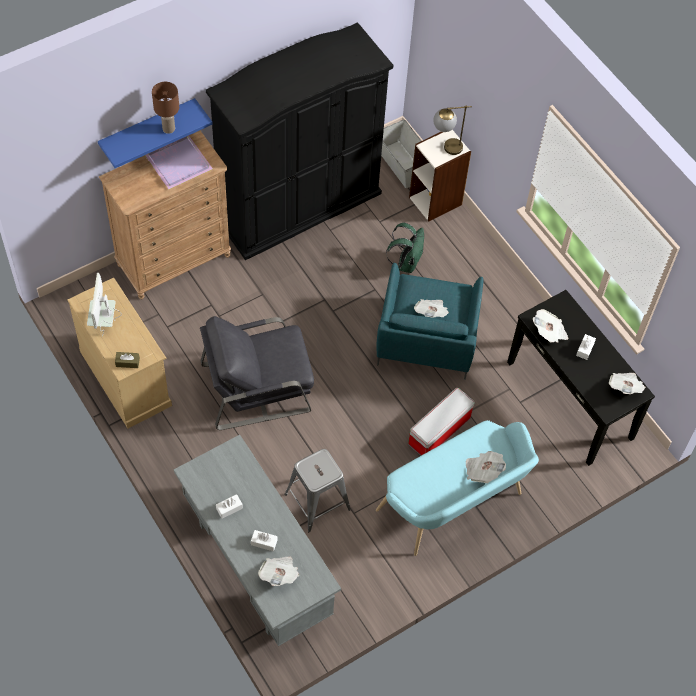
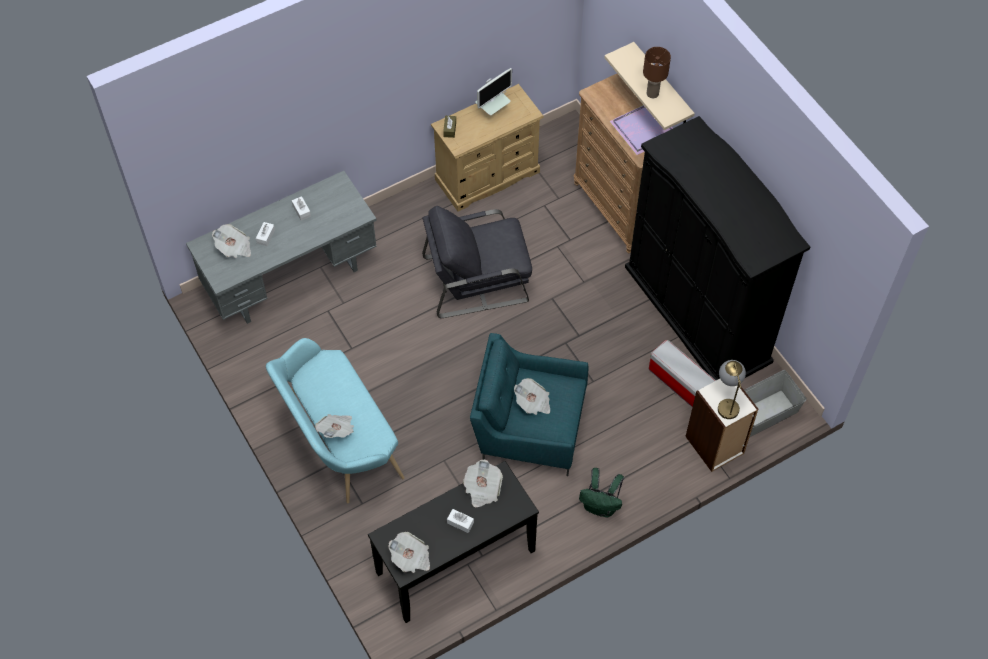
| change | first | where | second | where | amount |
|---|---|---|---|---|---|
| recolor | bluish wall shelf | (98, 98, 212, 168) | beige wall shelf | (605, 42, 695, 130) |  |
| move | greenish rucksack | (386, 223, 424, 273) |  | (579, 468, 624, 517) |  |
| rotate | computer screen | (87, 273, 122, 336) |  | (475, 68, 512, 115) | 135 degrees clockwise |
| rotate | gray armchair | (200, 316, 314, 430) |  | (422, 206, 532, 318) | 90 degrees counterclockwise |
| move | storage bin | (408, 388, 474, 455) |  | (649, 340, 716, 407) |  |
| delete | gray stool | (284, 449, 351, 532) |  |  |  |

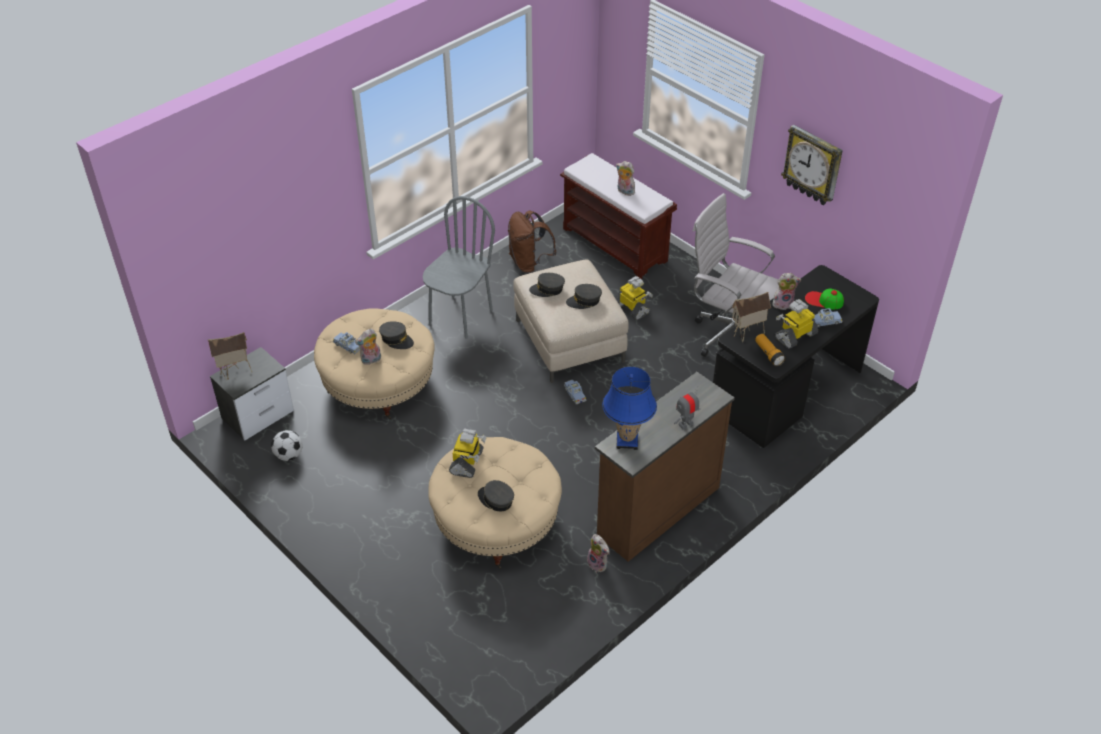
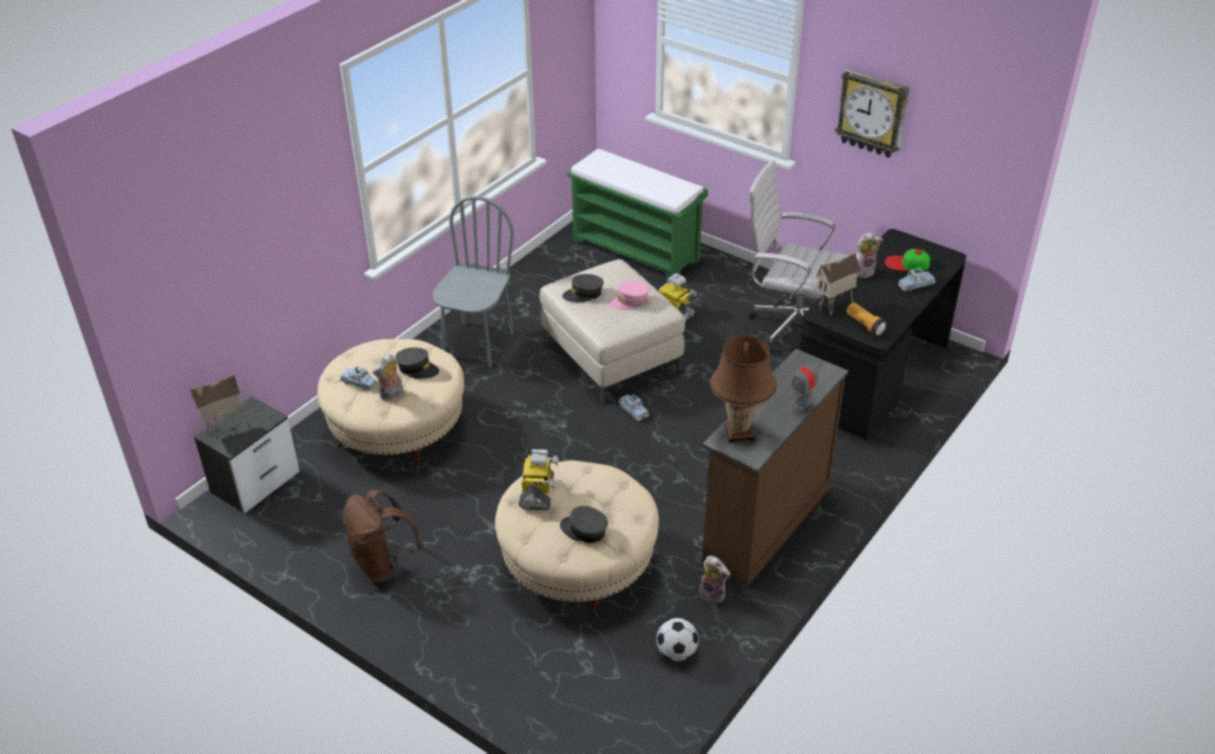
| change | first | where | second | where | amount |
|---|---|---|---|---|---|
| recolor | brown-coloured indoor bench | (560, 153, 677, 279) | greenish indoor bench | (567, 149, 708, 278) |  |
| delete | plush toy | (616, 161, 635, 196) |  |  |  |
| move | brown-coloured rucksack | (508, 210, 557, 273) |  | (343, 489, 422, 582) |  |
| recolor | gray cap | (566, 284, 602, 309) | pinkish cap | (609, 281, 650, 310) |  |
| delete | toy robot | (775, 299, 818, 349) |  |  |  |
| recolor | bluish table lamp | (602, 367, 657, 450) | brown-coloured table lamp | (710, 336, 777, 443) |  |
| move | ball for football | (271, 430, 303, 461) |  | (656, 618, 699, 661) |  |

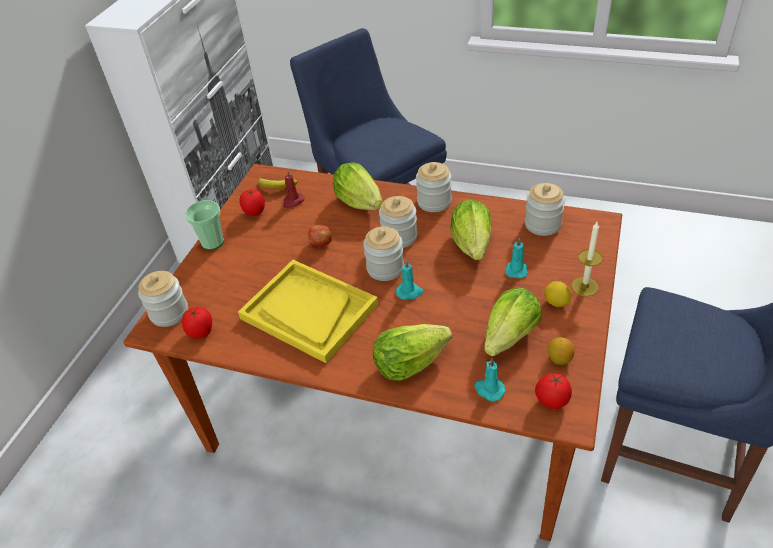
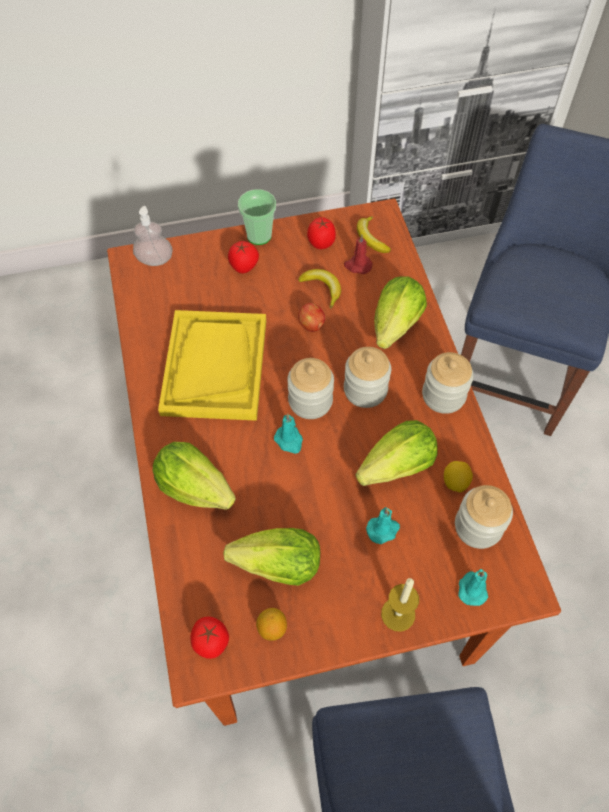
| change | first | where | second | where | amount |
|---|---|---|---|---|---|
| replace | jar | (138, 271, 188, 327) | liquid soap bottle | (133, 206, 173, 266) |  |
| move | citrus fruit | (544, 281, 571, 307) |  | (444, 461, 473, 493) |  |
| move | tomato | (182, 307, 212, 339) |  | (228, 241, 259, 273) |  |
| move | blue-green candle | (474, 358, 506, 401) |  | (458, 569, 488, 606) |  |
| insert |  |  | banana fruit | (298, 269, 341, 309) |  |

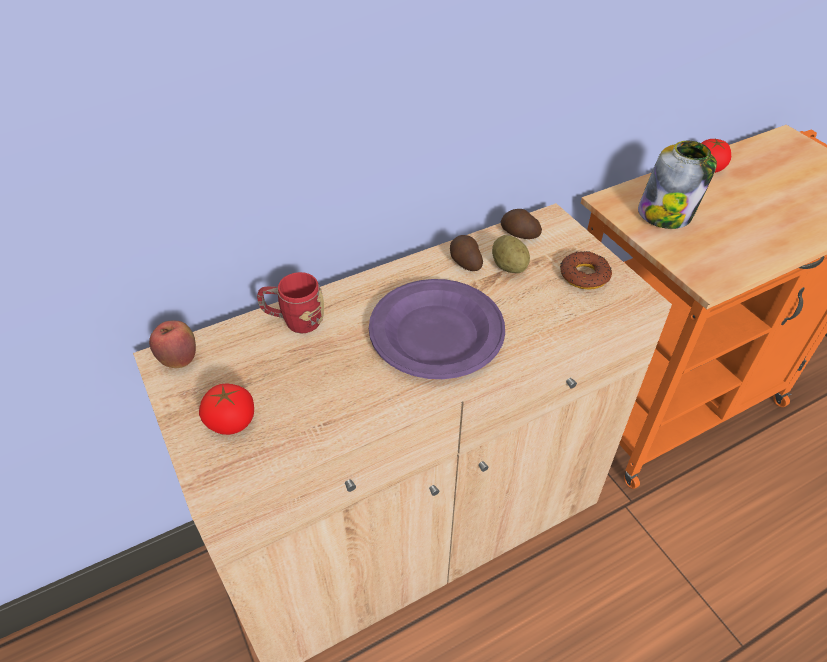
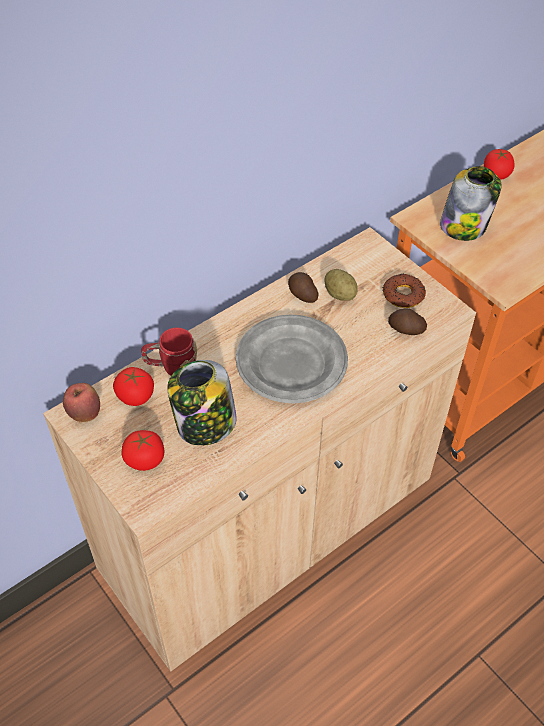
| change | first | where | second | where | amount |
|---|---|---|---|---|---|
| move | potato | (501, 209, 542, 239) |  | (388, 308, 427, 335) |  |
| recolor | purplish dinner plate | (369, 279, 505, 379) | gray dinner plate | (236, 315, 348, 403) |  |
| insert |  |  | jar | (167, 360, 237, 446) |  |
| insert |  |  | tomato | (113, 367, 154, 406) |  |

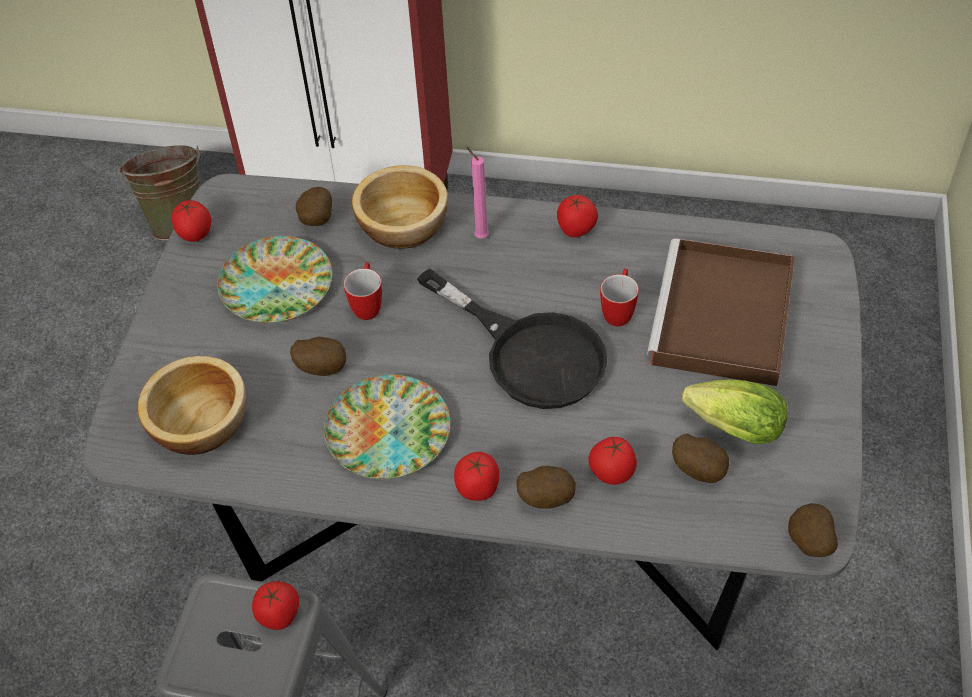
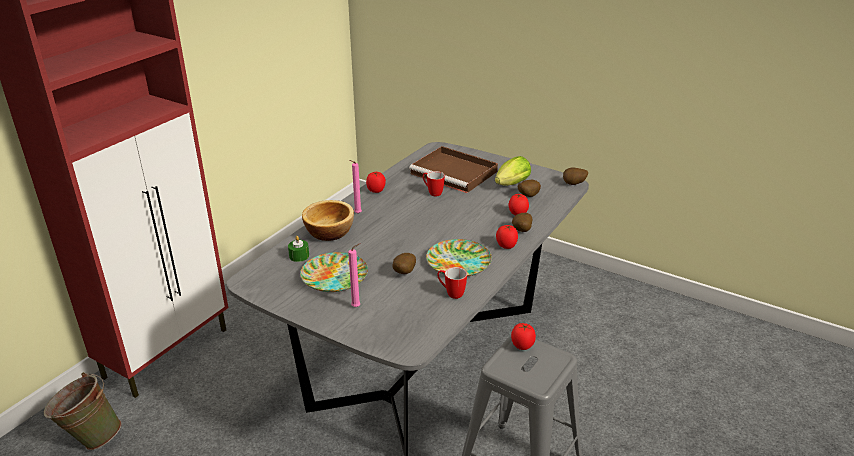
| change | first | where | second | where | amount |
|---|---|---|---|---|---|
| replace | potato | (296, 187, 332, 226) | greenish candle | (288, 236, 309, 262) |  |
| delete | tomato | (172, 200, 211, 242) |  |  |  |
| move | mug | (343, 262, 382, 320) |  | (437, 267, 467, 299) |  |
| delete | black frying pan | (417, 268, 608, 409) |  |  |  |
| delete | bowl | (137, 356, 246, 455) |  |  |  |
| insert |  |  | pinkish candle | (348, 243, 360, 307) |  |

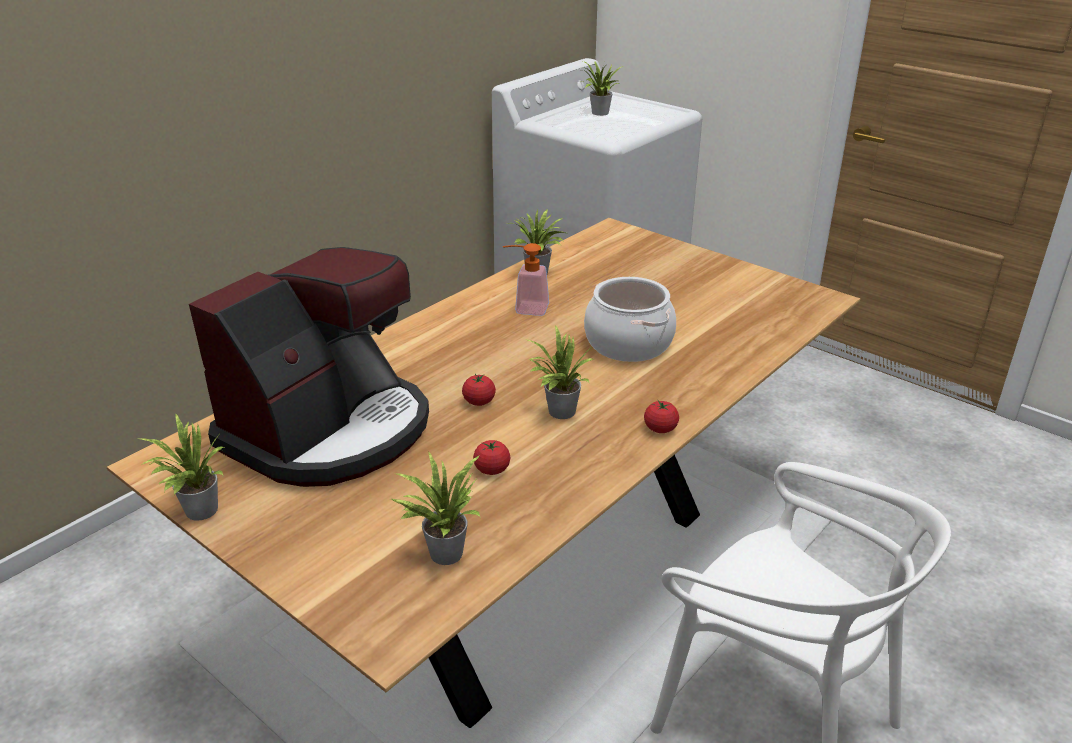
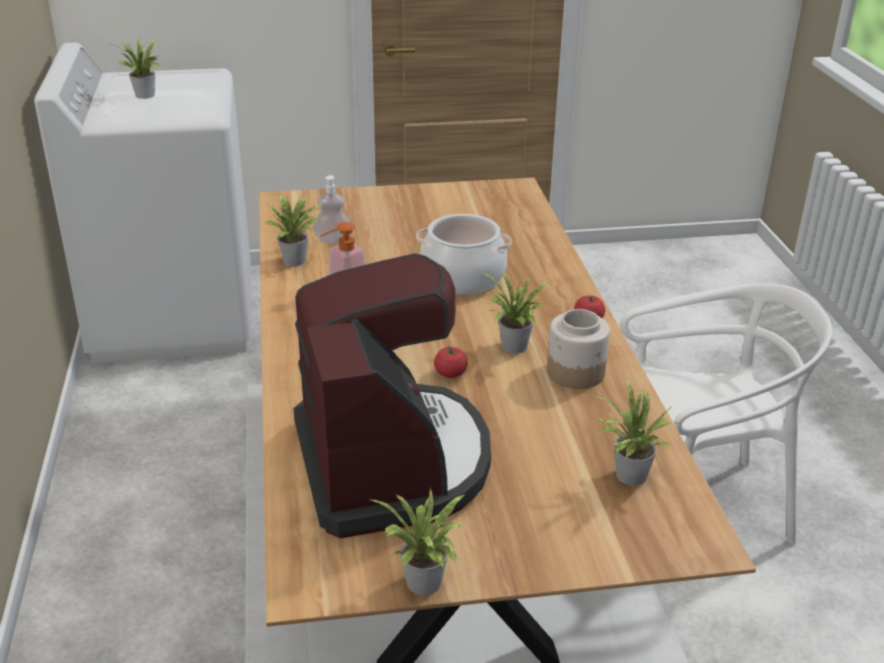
| change | first | where | second | where | amount |
|---|---|---|---|---|---|
| delete | tomato | (473, 440, 510, 475) |  |  |  |
| insert |  |  | liquid soap bottle | (313, 175, 351, 243) |  |
| insert |  |  | jar | (547, 309, 610, 389) |  |

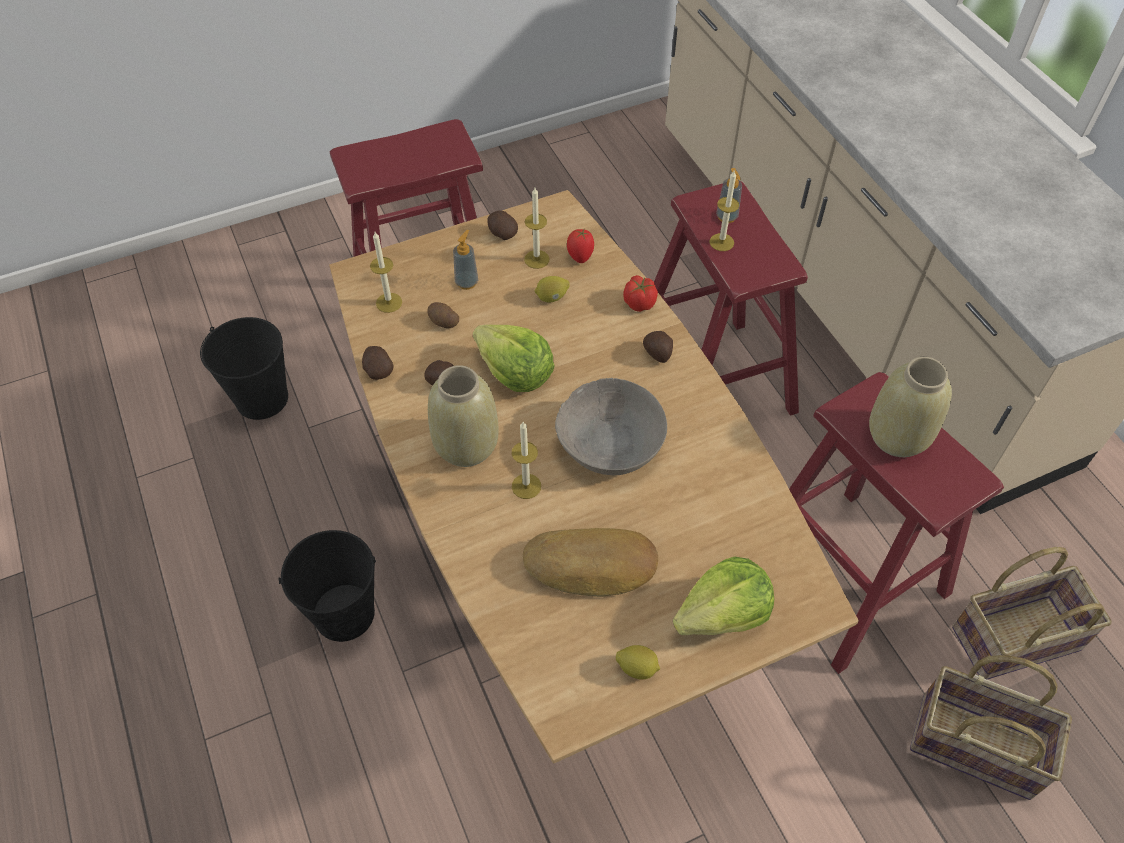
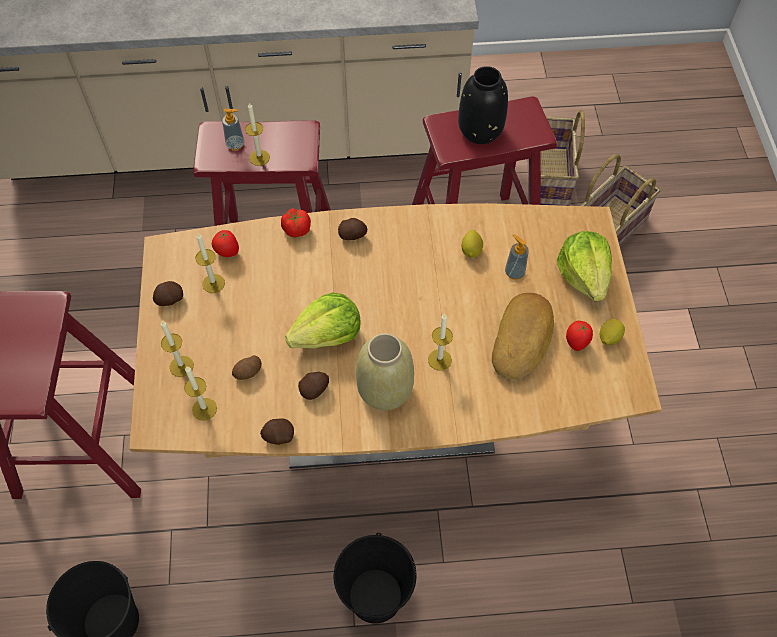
| change | first | where | second | where | amount |
|---|---|---|---|---|---|
| move | liquid soap bottle | (453, 230, 478, 290) |  | (505, 234, 529, 280) |  |
| move | citrus fruit | (535, 276, 570, 303) |  | (462, 230, 483, 258) |  |
| recolor | beige flower vase | (869, 357, 952, 457) | black flower vase | (458, 66, 508, 144) |  |
| delete | gray bowl | (555, 378, 667, 475) |  |  |  |
| insert |  |  | candle | (161, 321, 194, 377) |  |
| insert |  |  | tomato | (566, 321, 593, 351) |  |

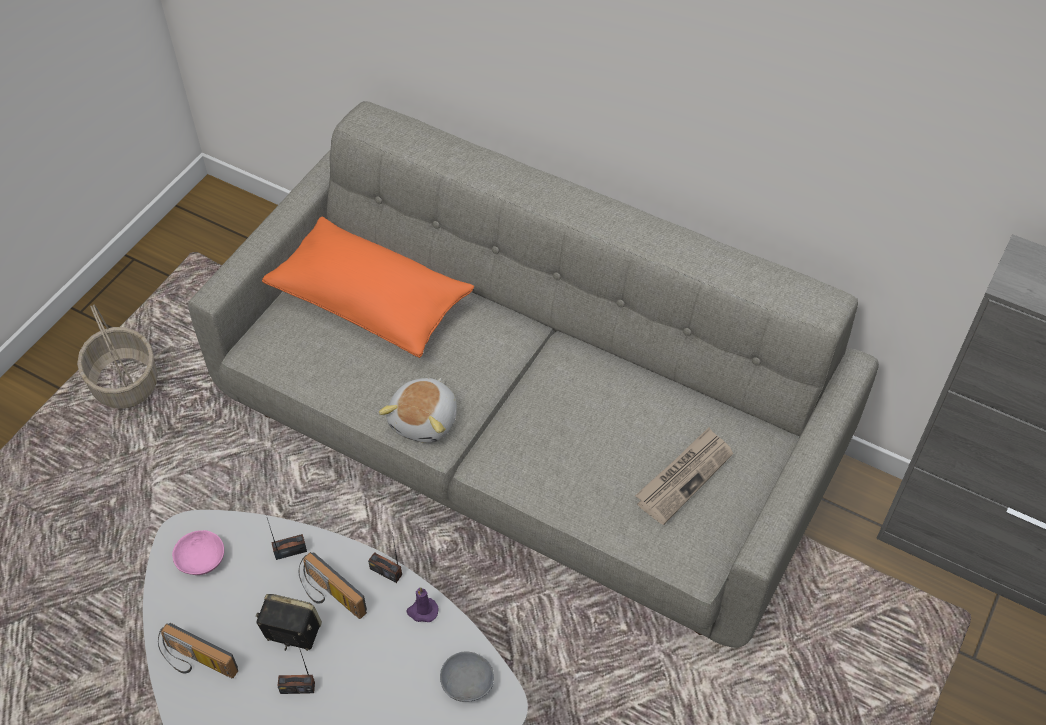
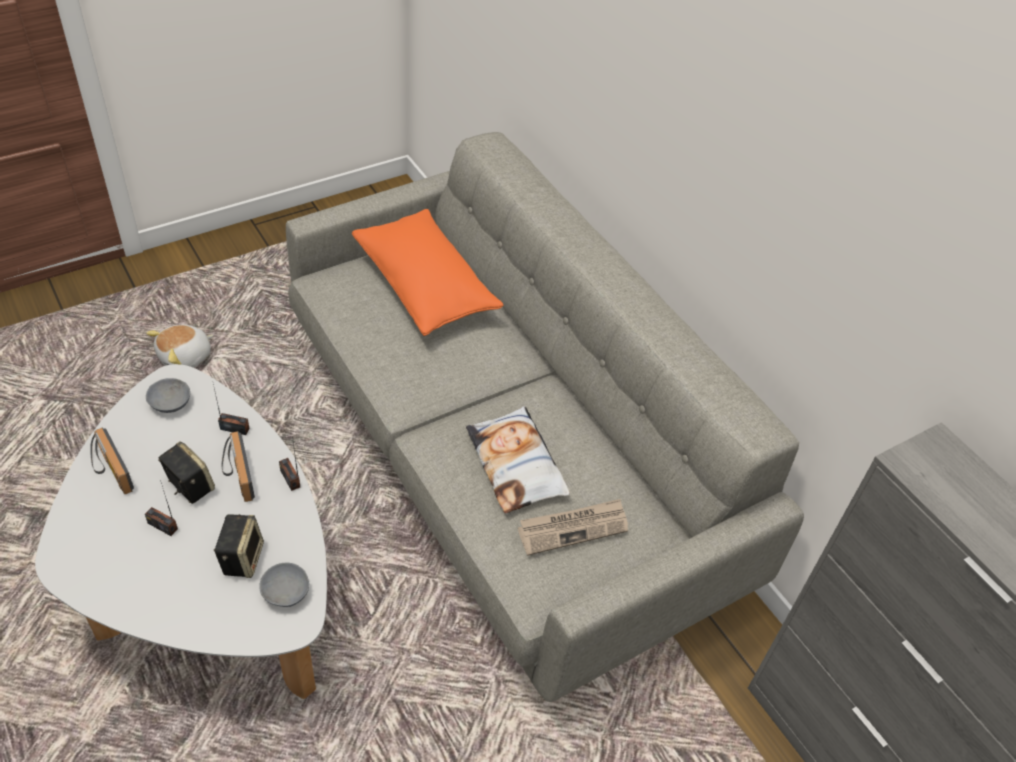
| change | first | where | second | where | amount |
|---|---|---|---|---|---|
| delete | household basket | (77, 305, 158, 409) |  |  |  |
| move | plush toy | (379, 378, 457, 443) |  | (146, 324, 214, 368) |  |
| recolor | pinkish bowl | (172, 530, 224, 575) | gray bowl | (146, 378, 190, 413) |  |
| delete | purplish candle | (406, 587, 438, 622) |  |  |  |
| insert |  |  | throw pillow | (466, 406, 570, 513) |  |
| insert |  |  | loudspeaker | (214, 514, 264, 578) |  |

